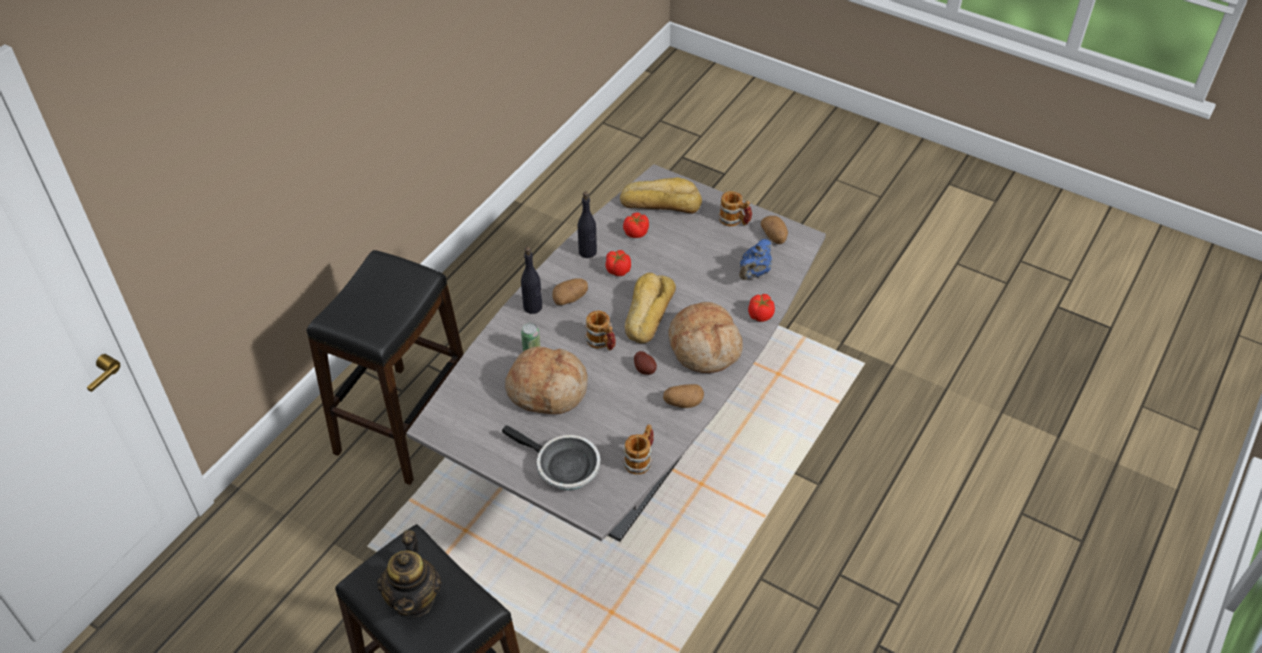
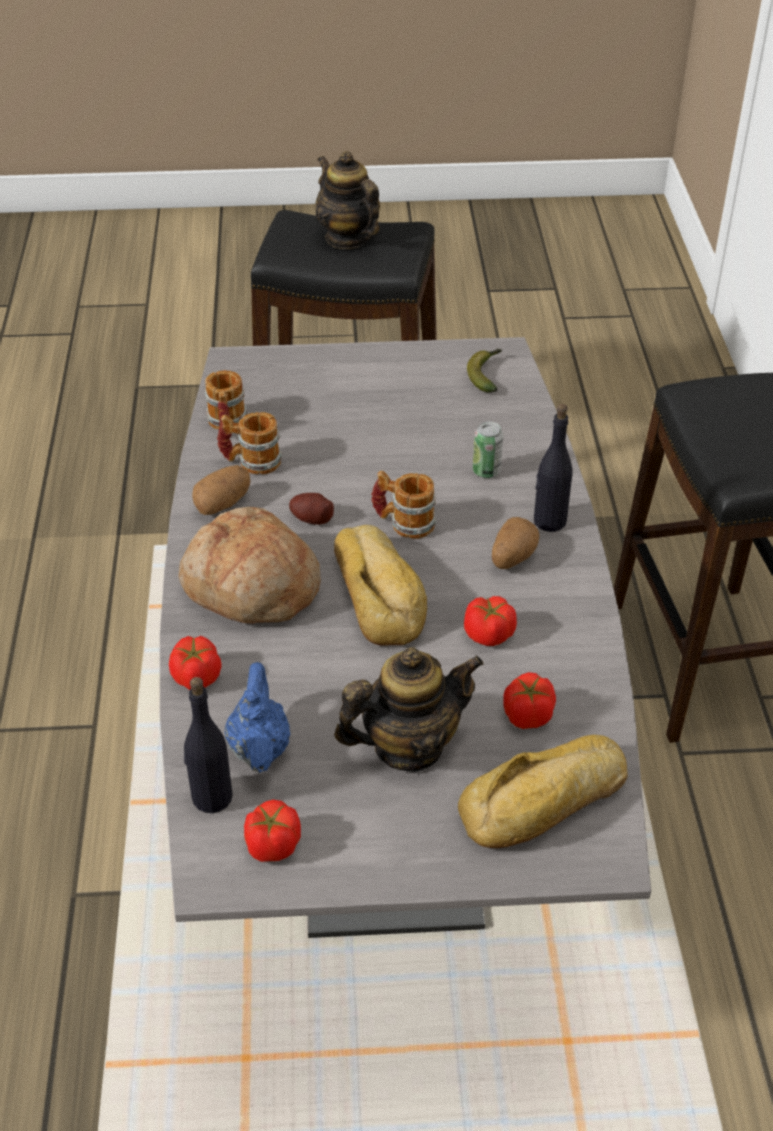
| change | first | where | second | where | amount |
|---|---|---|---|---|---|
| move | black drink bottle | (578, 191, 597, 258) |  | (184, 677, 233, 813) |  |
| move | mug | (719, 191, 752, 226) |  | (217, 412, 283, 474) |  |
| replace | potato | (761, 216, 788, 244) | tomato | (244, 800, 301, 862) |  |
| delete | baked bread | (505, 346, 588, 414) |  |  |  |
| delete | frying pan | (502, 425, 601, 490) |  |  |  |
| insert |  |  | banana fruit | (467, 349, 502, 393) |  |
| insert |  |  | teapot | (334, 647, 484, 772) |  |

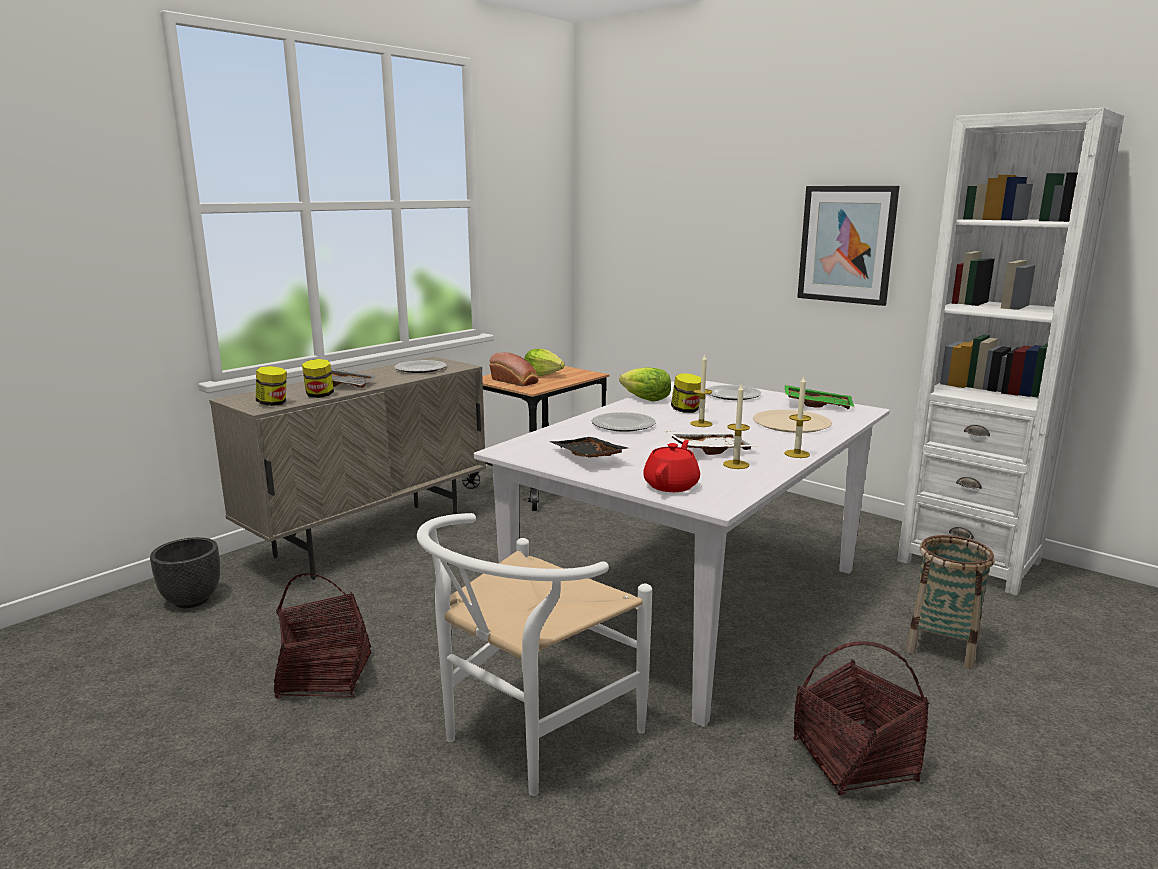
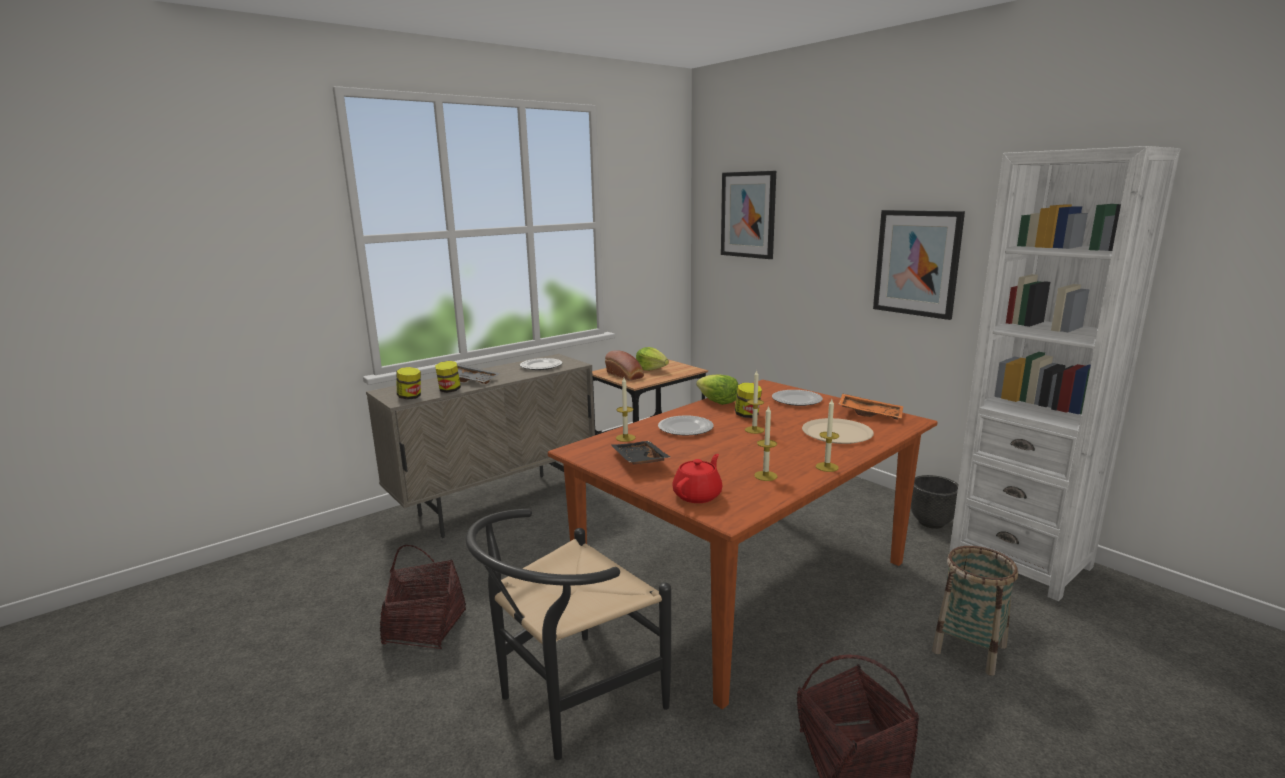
| change | first | where | second | where | amount |
|---|---|---|---|---|---|
| recolor | white-coloured kitchen table | (474, 381, 890, 727) | brown-coloured kitchen table | (548, 380, 937, 709) |  |
| recolor | greenish carrying tray | (785, 385, 854, 409) | orange-coloured carrying tray | (838, 394, 903, 420) |  |
| delete | white-coloured carrying tray | (665, 431, 758, 455) |  |  |  |
| recolor | white-coloured chair | (417, 513, 652, 796) | black chair | (465, 509, 671, 760) |  |
| move | black planter | (150, 537, 220, 608) |  | (911, 475, 958, 529) |  |
| insert |  |  | wall art | (721, 171, 776, 259) |  |
| insert |  |  | candle | (616, 378, 636, 442) |  |

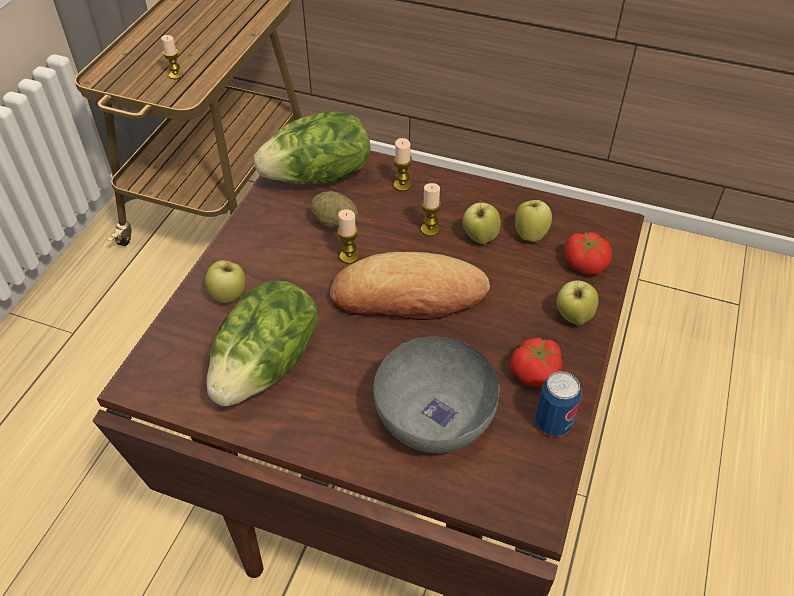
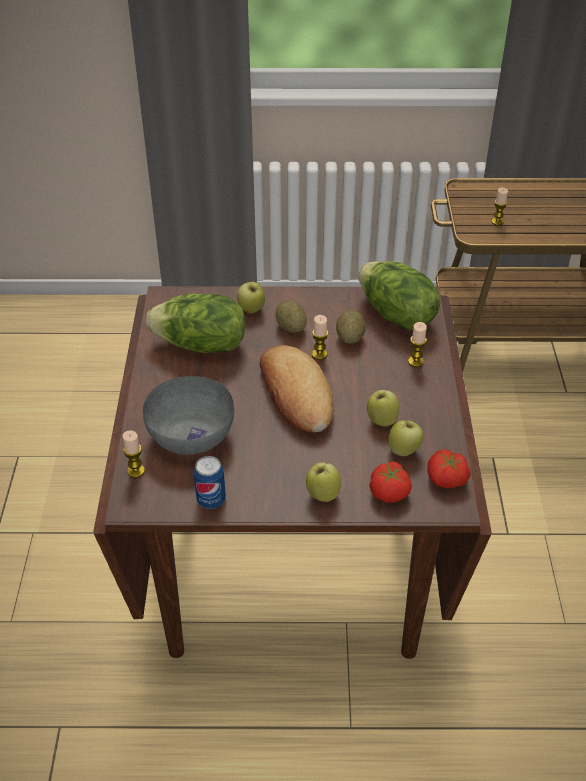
| change | first | where | second | where | amount |
|---|---|---|---|---|---|
| move | candle | (421, 183, 441, 236) |  | (123, 430, 145, 478) |  |
| move | tomato | (511, 338, 562, 387) |  | (427, 449, 470, 488) |  |
| insert |  |  | potato | (275, 300, 307, 333) |  |

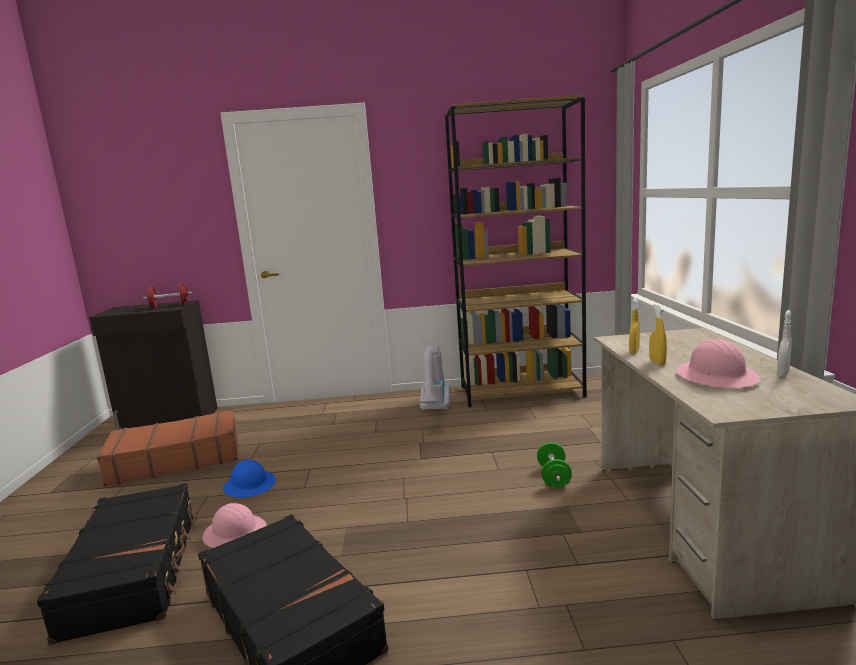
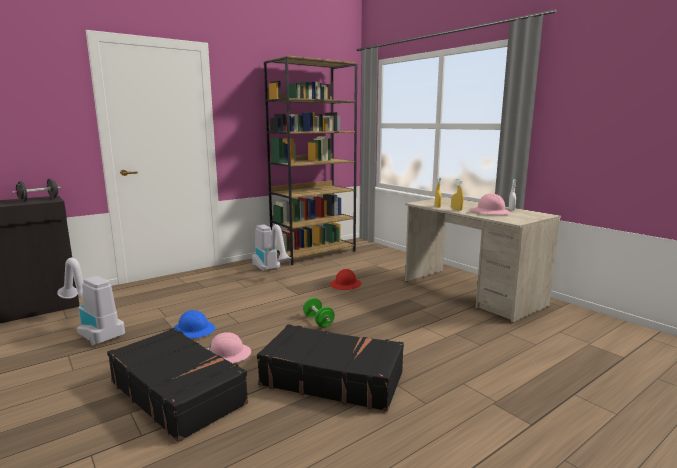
| change | first | where | second | where | amount |
|---|---|---|---|---|---|
| recolor | reddish free weight | (143, 283, 192, 308) | black free weight | (12, 179, 61, 202) |  |
| replace | brown-coloured travel case | (96, 409, 238, 487) | vacuum | (57, 258, 125, 346) |  |
| move | greenish free weight | (537, 442, 572, 488) |  | (303, 298, 335, 327) |  |
| insert |  |  | reddish hard hat | (330, 269, 361, 290) |  |

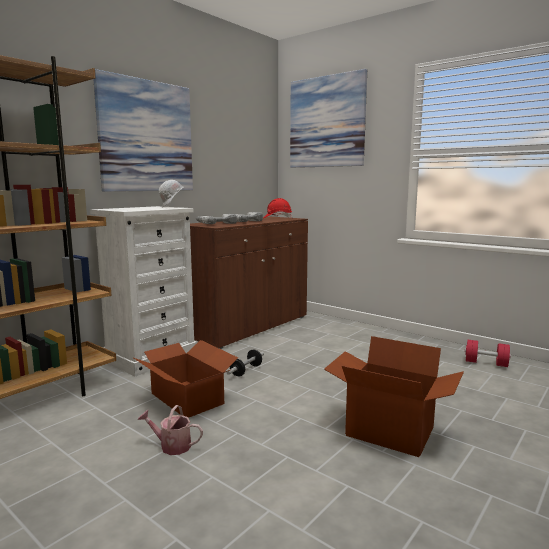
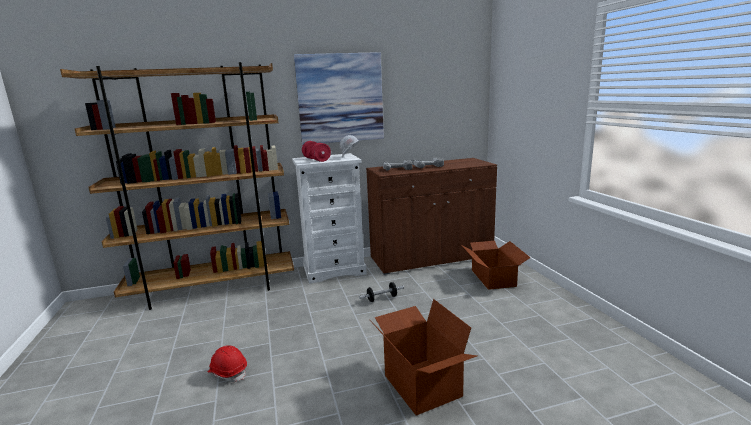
| change | first | where | second | where | amount |
|---|---|---|---|---|---|
| delete | wall art | (290, 69, 367, 168) |  |  |  |
| move | reddish hard hat | (264, 198, 292, 218) |  | (207, 345, 247, 382) |  |
| move | carton | (134, 340, 238, 418) |  | (462, 241, 531, 290) |  |
| move | reddish free weight | (465, 340, 511, 367) |  | (302, 141, 331, 162) |  |
| delete | watering can | (138, 405, 203, 455) |  |  |  |

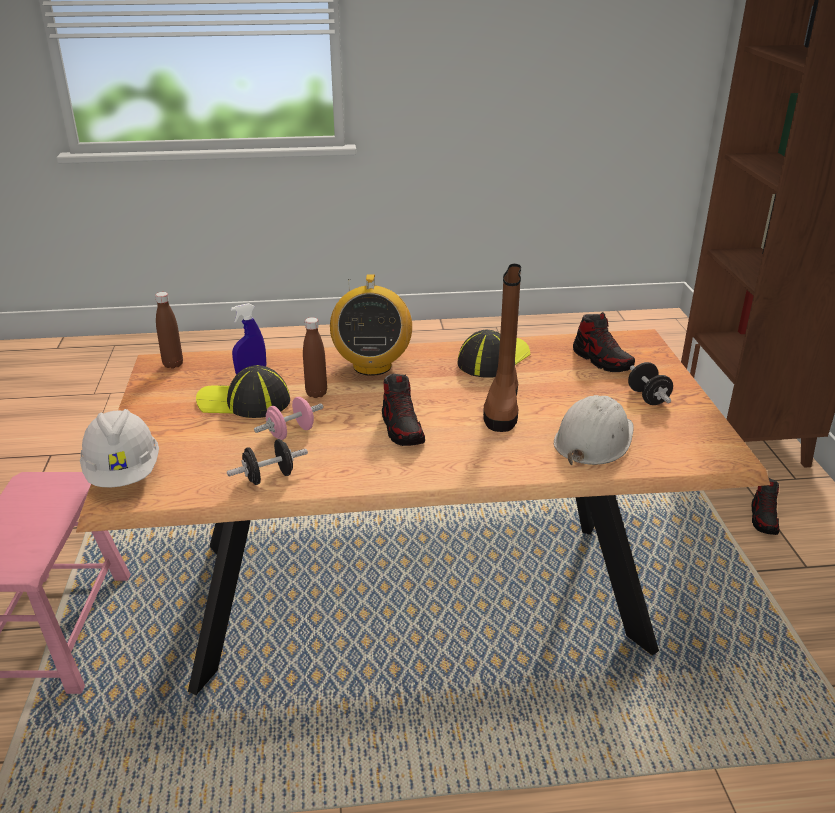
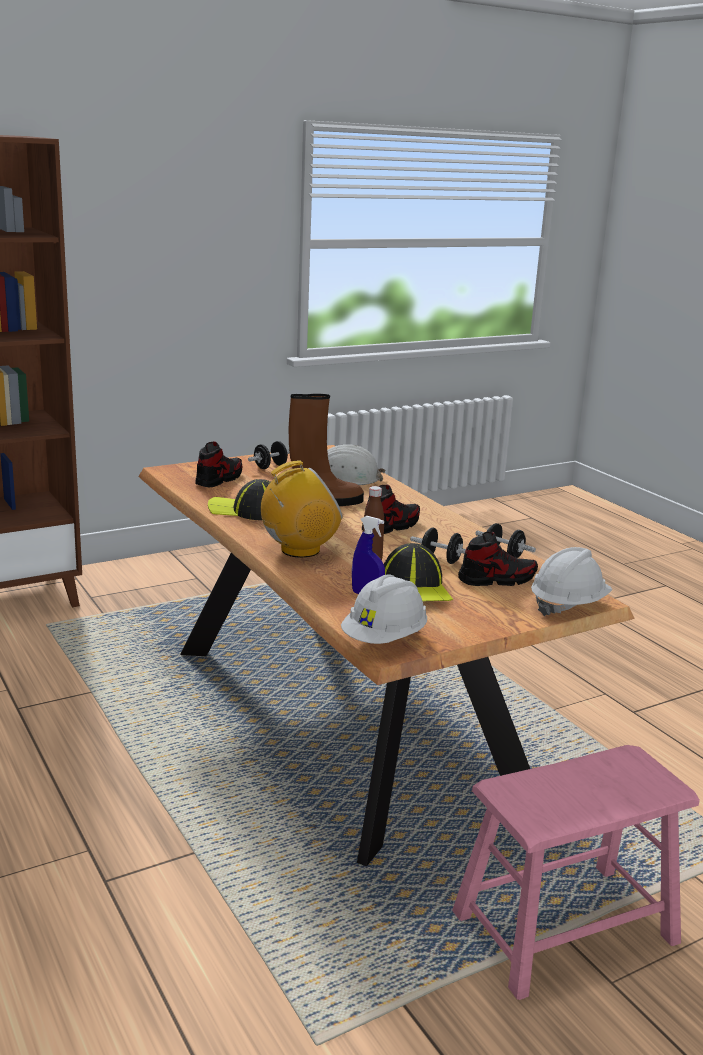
| change | first | where | second | where | amount |
|---|---|---|---|---|---|
| replace | brown-coloured drink bottle | (155, 292, 183, 369) | white-coloured hard hat | (341, 574, 427, 644) |  |
| recolor | pinkish free weight | (254, 397, 323, 440) | black free weight | (410, 528, 466, 564) |  |
| move | shoe | (752, 478, 780, 535) |  | (458, 531, 538, 586) |  |

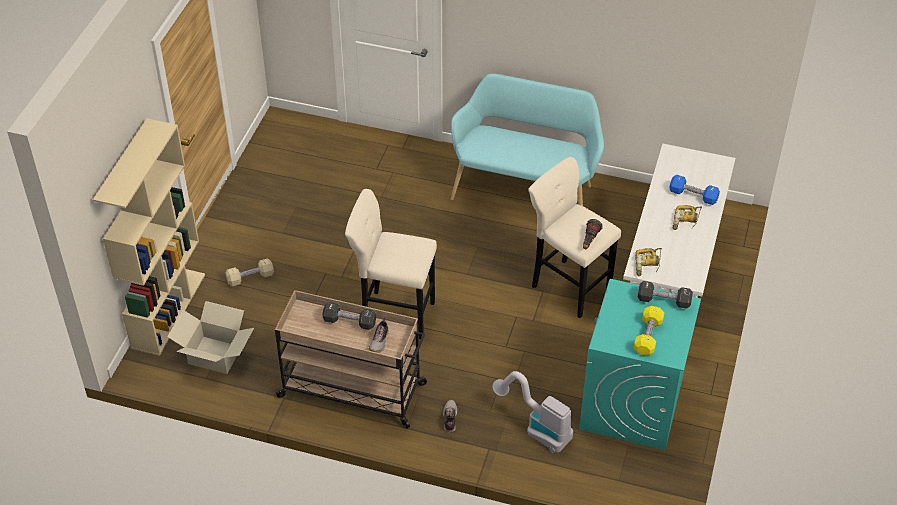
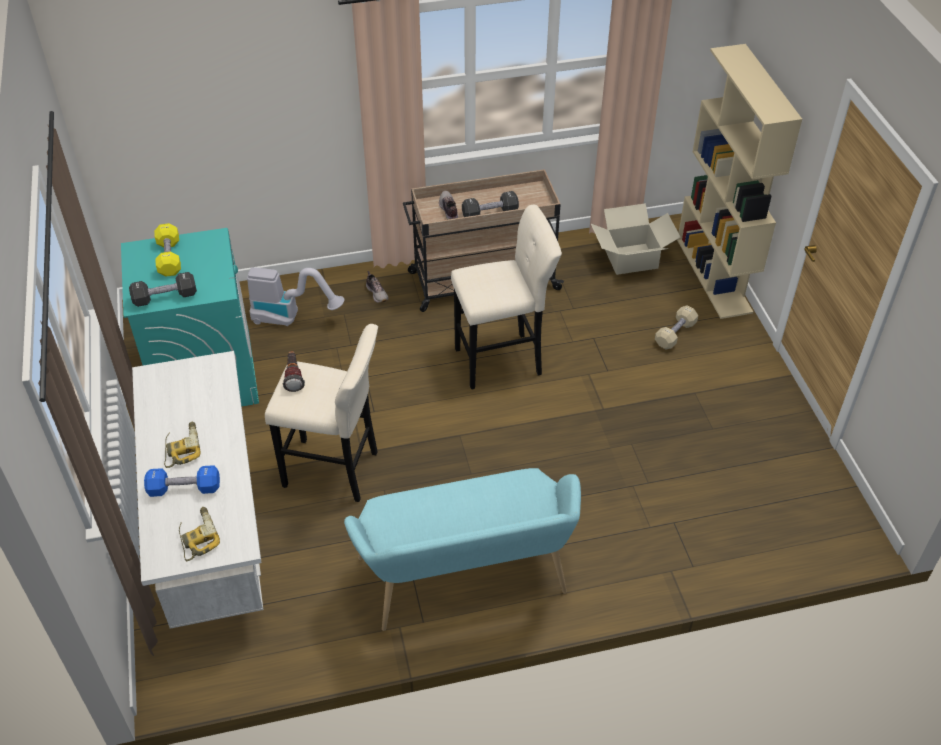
| change | first | where | second | where | amount |
|---|---|---|---|---|---|
| move | electric drill | (635, 248, 662, 276) |  | (179, 507, 220, 561) |  |

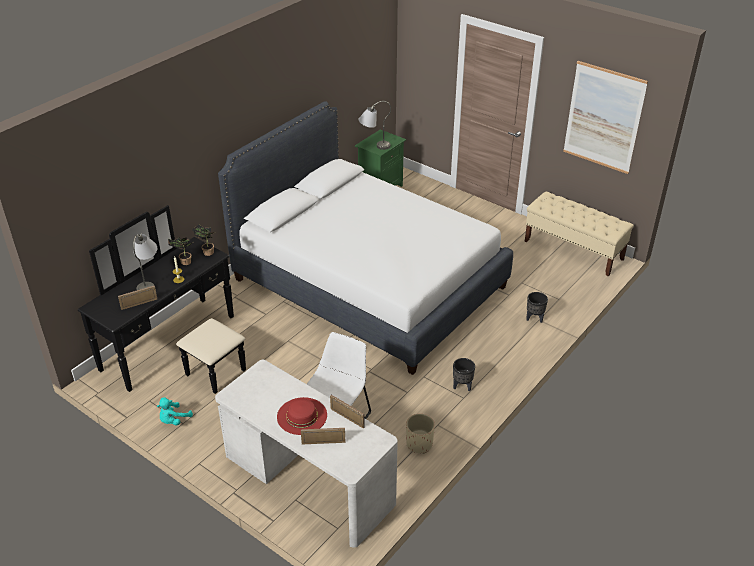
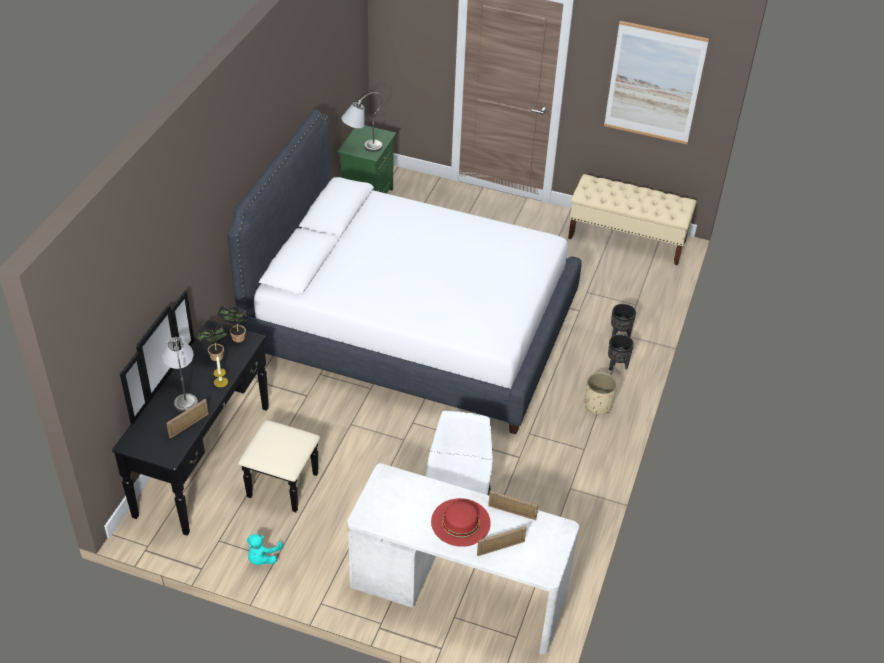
| change | first | where | second | where | amount |
|---|---|---|---|---|---|
| move | black planter | (453, 358, 475, 391) |  | (608, 334, 634, 371) |  |
| move | beige planter | (406, 414, 435, 454) |  | (584, 372, 618, 414) |  |

